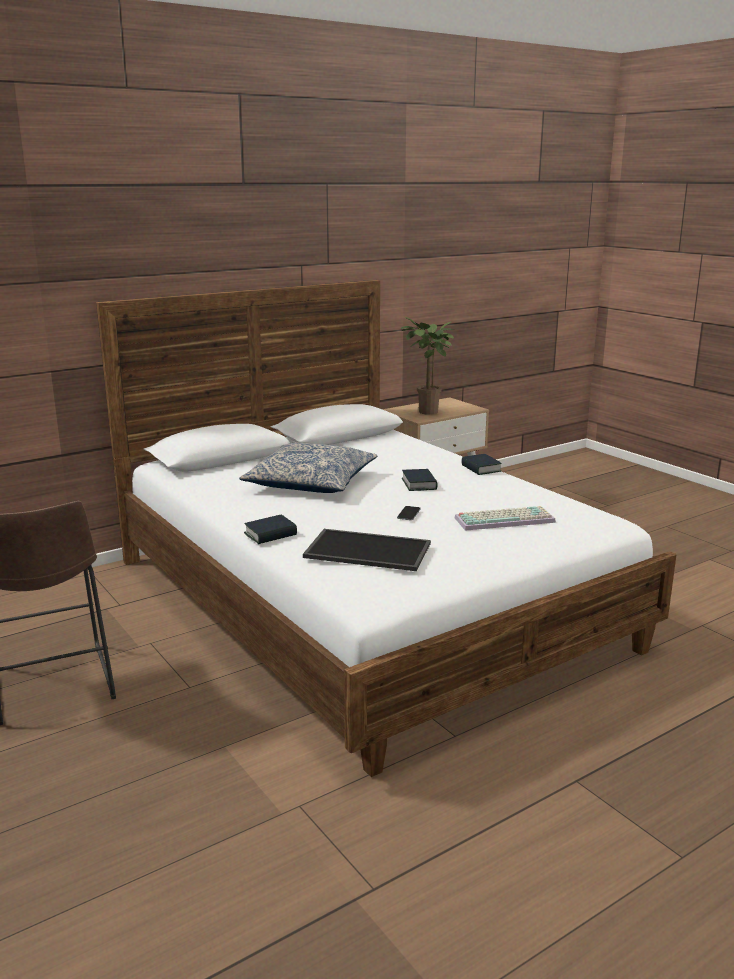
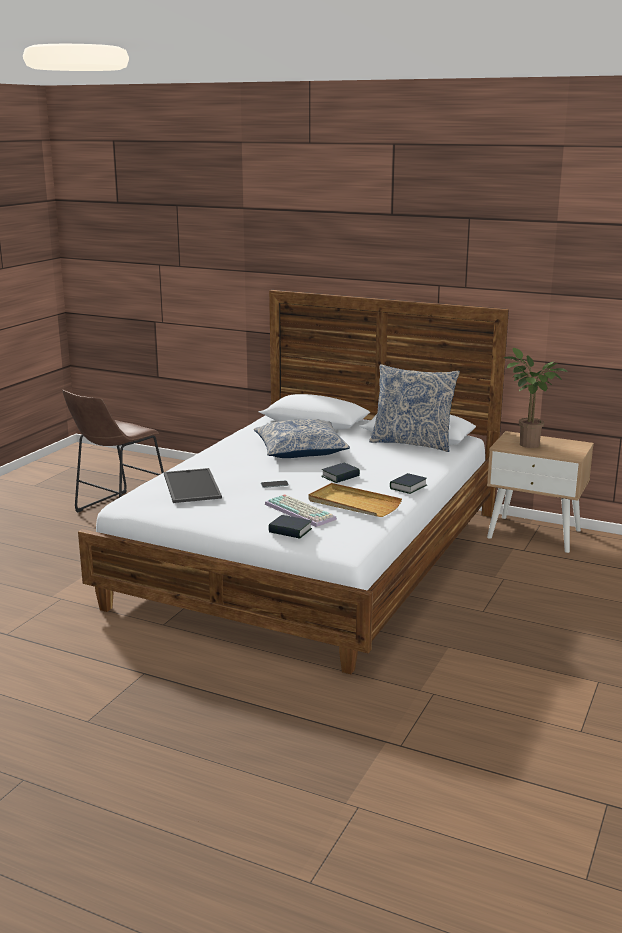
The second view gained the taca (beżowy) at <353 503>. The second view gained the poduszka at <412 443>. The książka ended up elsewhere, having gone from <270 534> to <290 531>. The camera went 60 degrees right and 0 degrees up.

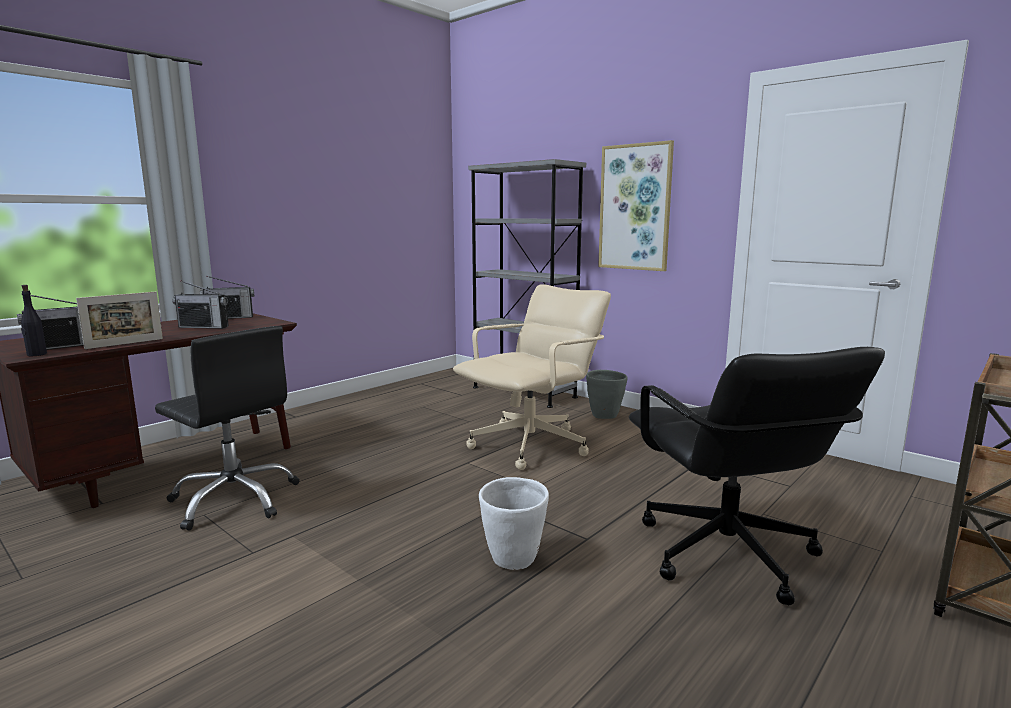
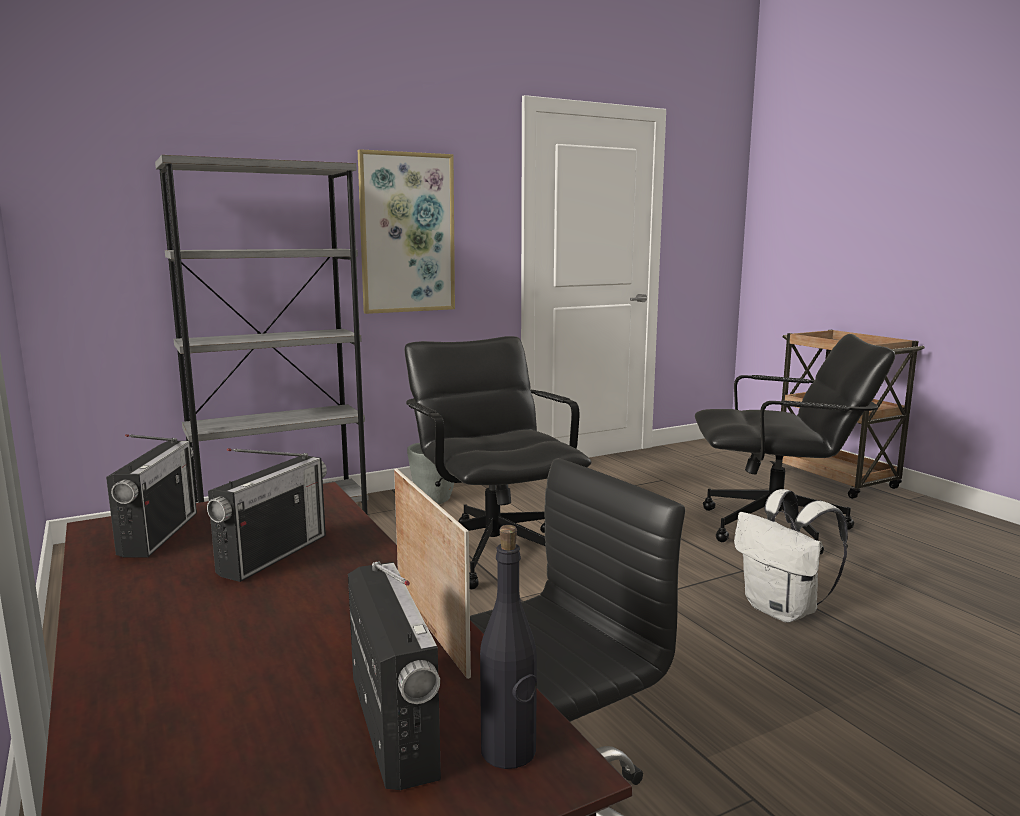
Where the donica (biały) stood at <513 560>, the plecak (biały) came to stand at <783 611>. What was the krzesło biurowe (beżowy) at <531 445> turned into the krzesło biurowe (czarny) at <493 552>. The camera went 70 degrees left and 0 degrees up.

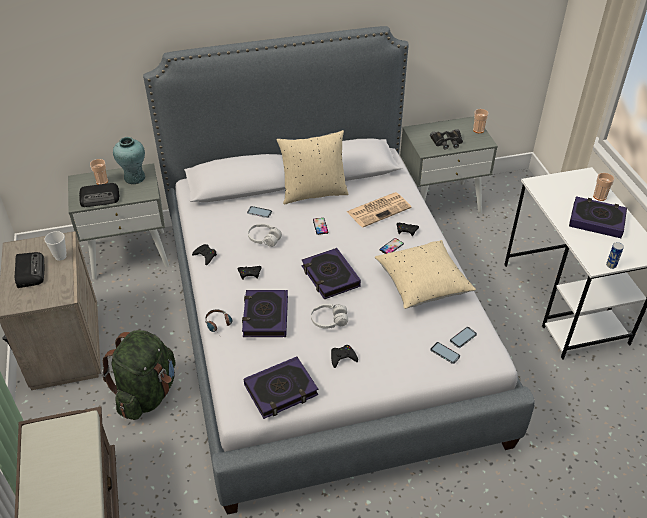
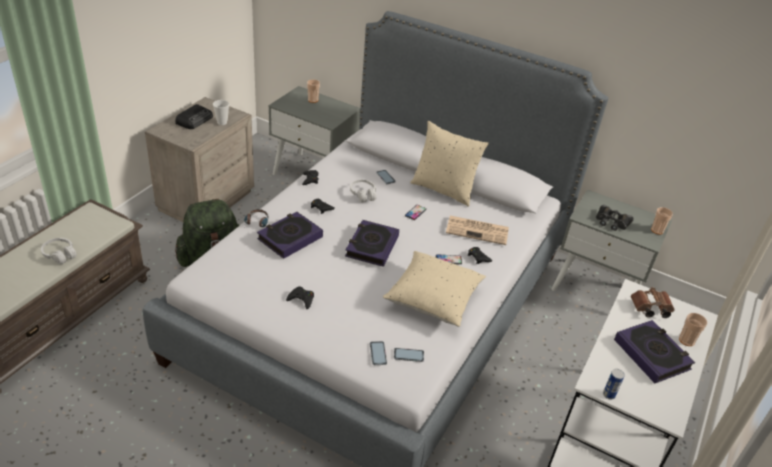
The second view lost the radio at <100 198>. The second view lost the wazon (turkusowy) at <134 178>. The second view lost the książka at <281 391>. The second view gained the lornetka (brązowy) at <649 309>. The słuchawki (biały) ended up elsewhere, having gone from <329 320> to <60 255>. The camera went 40 degrees right and 5 degrees down.

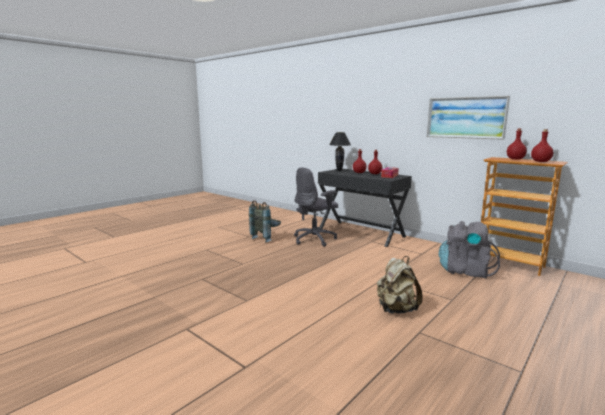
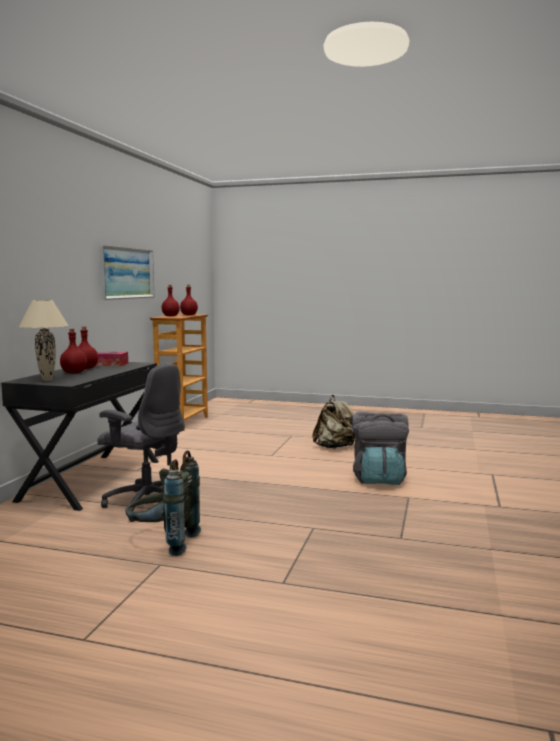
The plecak (szary) ended up elsewhere, having gone from <465 271> to <378 479>. What was the lampa stołowa (czarny) at <339 170> turned into the lampa stołowa (beżowy) at <47 380>. The camera went 115 degrees left and 5 degrees down.

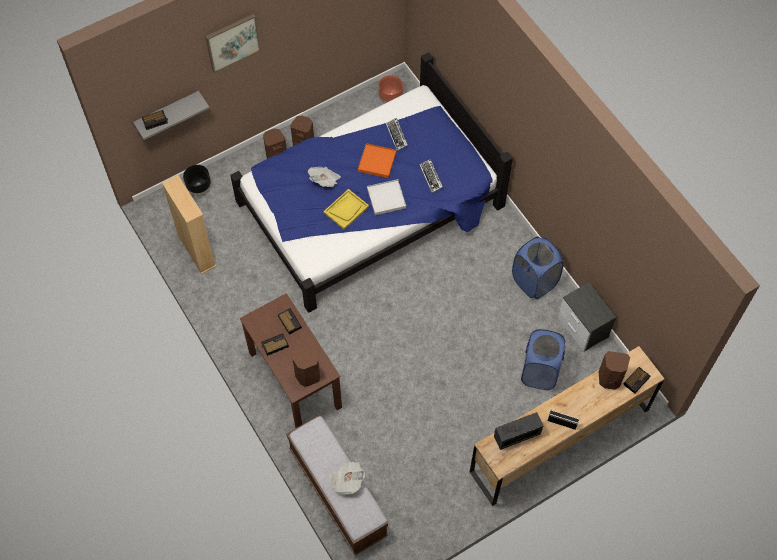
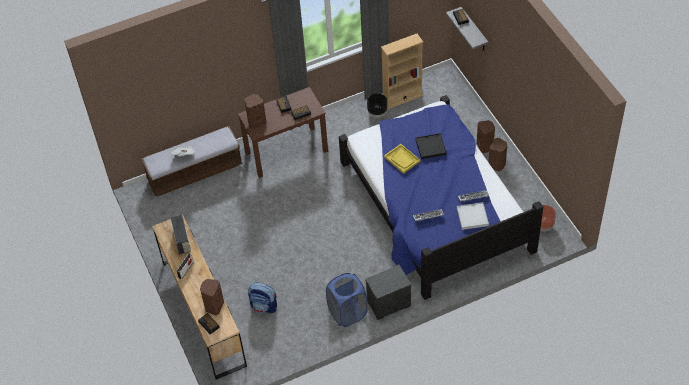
The second view lost the obraz at <232 42>. The second view lost the taca (pomarańczowy) at <377 161>. The donica (czarny) ended up elsewhere, having gone from <199 189> to <377 114>. The taca (biały) ended up elsewhere, having gone from <386 198> to <472 217>. The szafka nocna ended up elsewhere, having gone from <583 328> to <388 303>. Where the gazeta stood at <325 181>, the taca (czarny) came to stand at <431 147>. Where the kosz na pranie (niebieski) stood at <539 372>, the plecak came to stand at <264 306>. The camera went 100 degrees right and 10 degrees down.

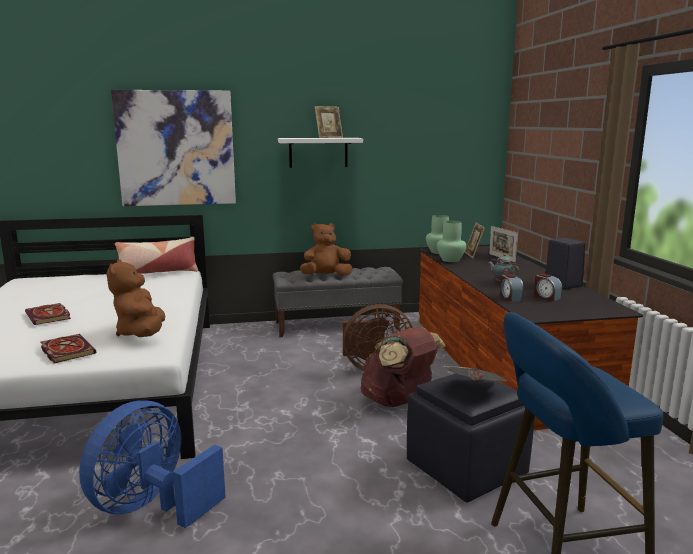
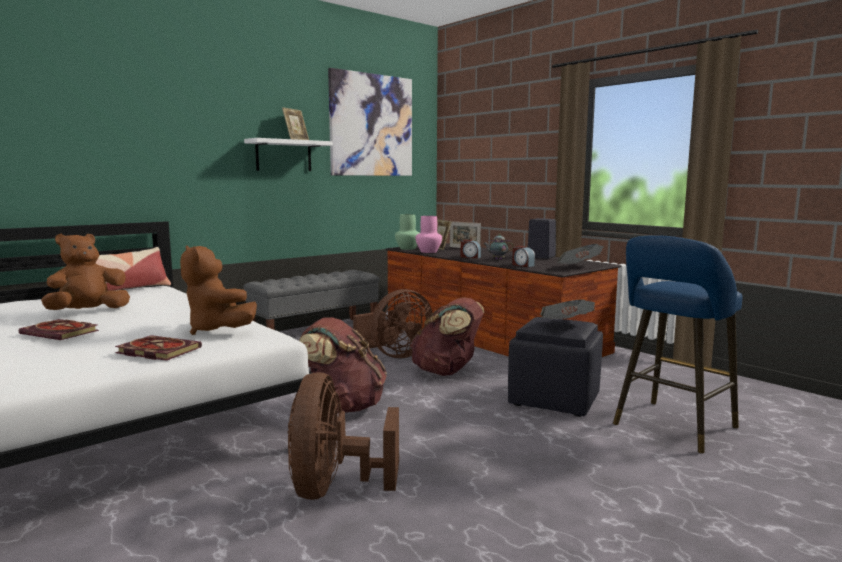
The second view gained the plecak (brązowy) at <343 407>. The second view gained the gazeta at <579 267>. The obraz ended up elsewhere, having gone from <176 148> to <371 125>. The pluszak (brązowy) ended up elsewhere, having gone from <326 276> to <88 311>. The budzik ended up elsewhere, having gone from <546 297> to <470 257>. What was the wentylator (niebieski) at <152 506> turned into the wentylator (brązowy) at <334 488>. What was the wazon (zielony) at <450 260> turned into the wazon (różowy) at <428 252>. The camera went 30 degrees left and 5 degrees down.

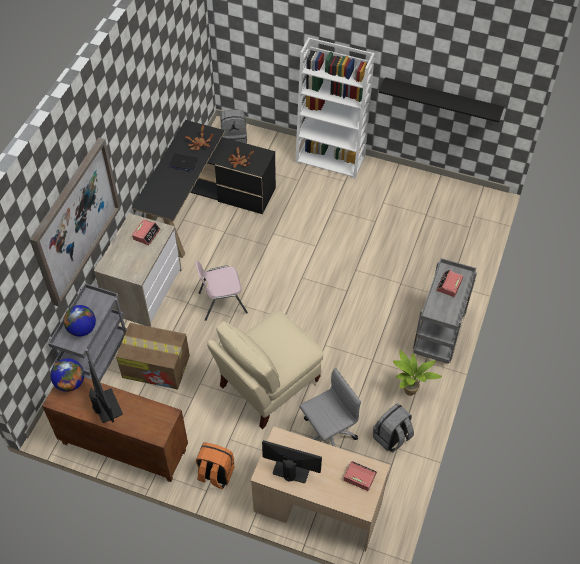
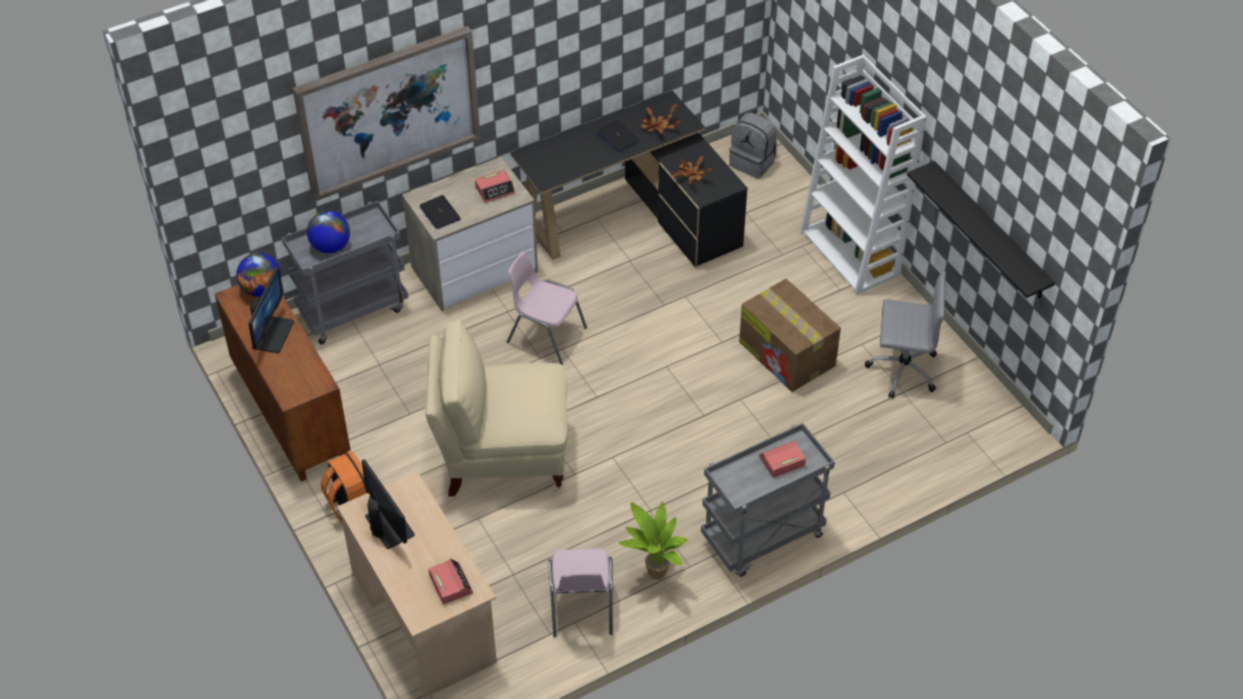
The second view gained the laptop at <440 213>. The karton ended up elsewhere, having gone from <157 366> to <788 354>. The krzesło biurowe (szary) ended up elsewhere, having gone from <327 436> to <901 369>. Where the plecak (szary) stood at <392 437>, the krzesło (różowy) came to stand at <581 607>. The camera went 40 degrees right and 5 degrees down.

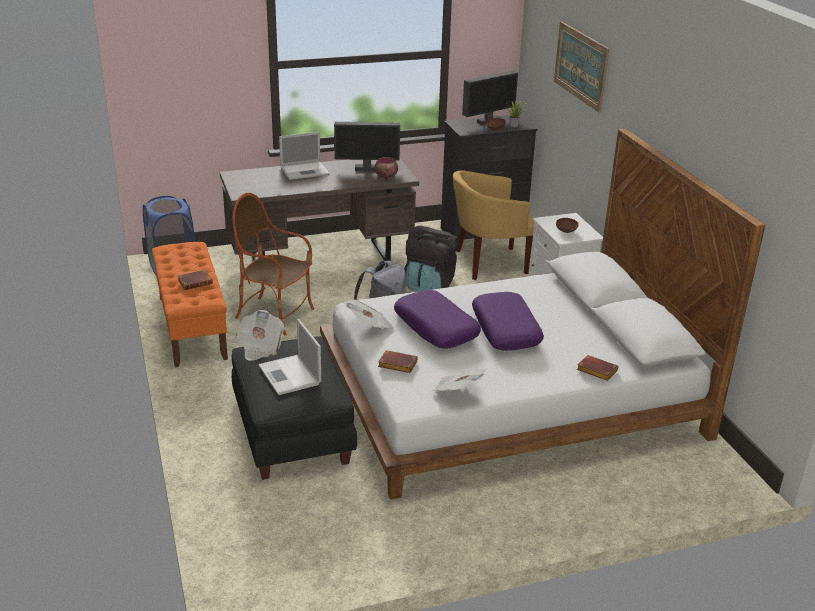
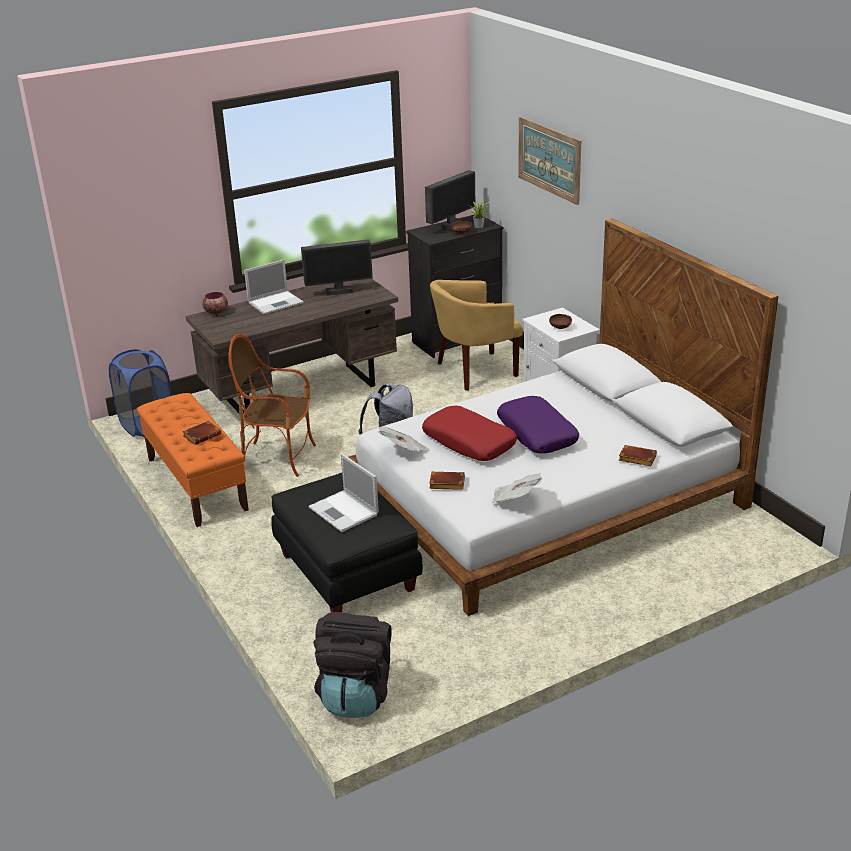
The second view lost the gazeta at <260 347>. The miska ended up elsewhere, having gone from <386 177> to <216 312>. The plecak (czarny) ended up elsewhere, having gone from <429 285> to <356 694>. What was the poduszka (fioletowy) at <436 328> turned into the poduszka (czerwony) at <469 442>. The camera went 10 degrees left and 0 degrees up.

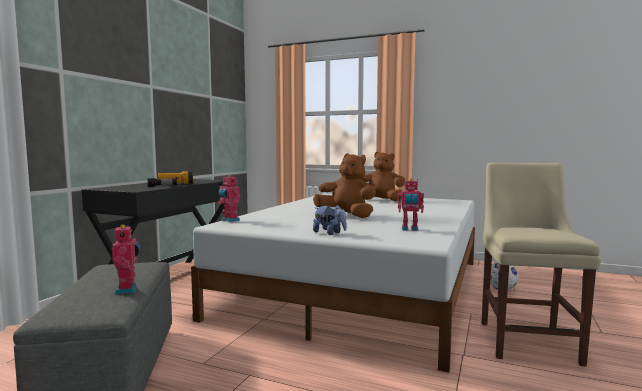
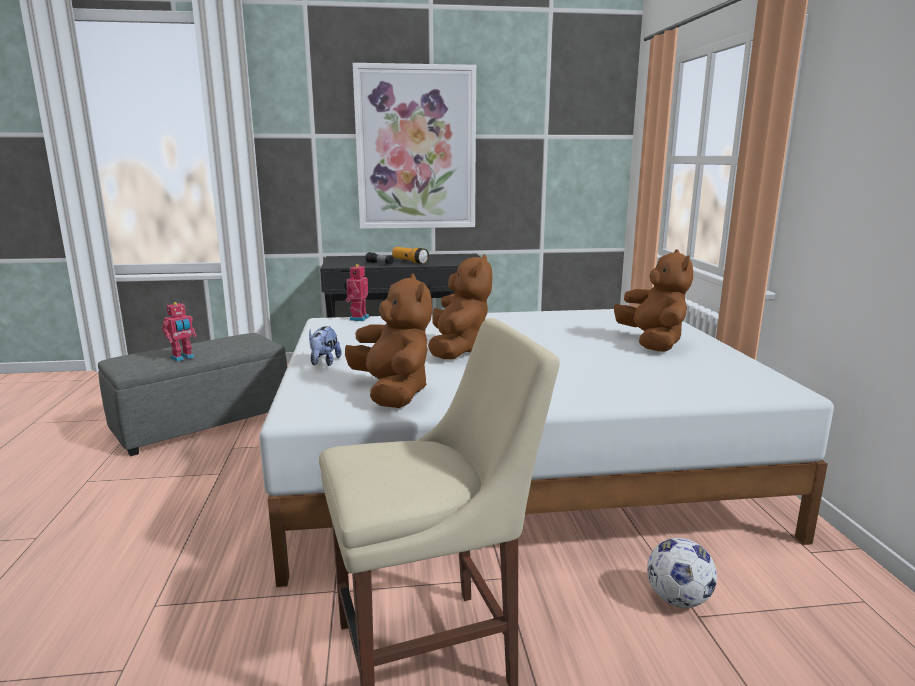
The second view gained the obraz at <416 148>. Where the robot zabawkowy stood at <410 229>, the pluszak (brązowy) came to stand at <393 393>. The camera went 60 degrees right and 10 degrees up.

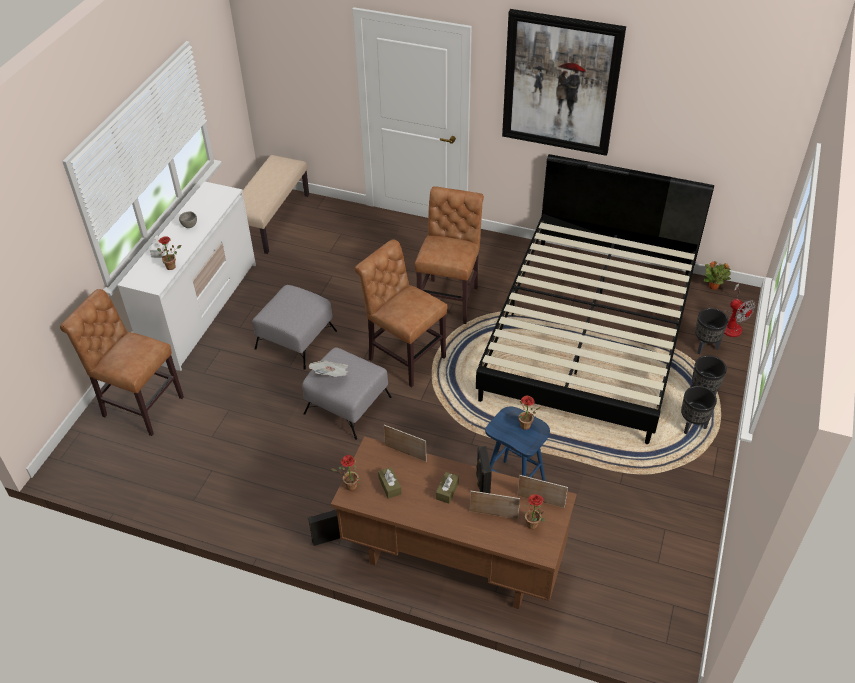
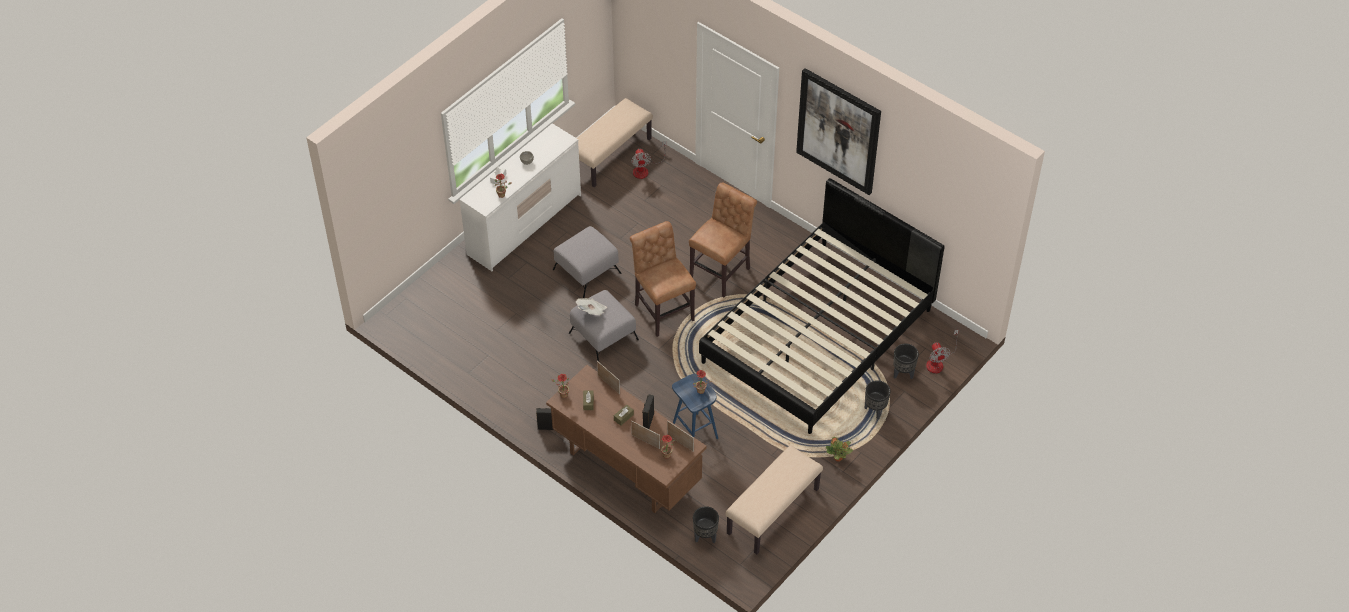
The second view lost the krzesło (brązowy) at <139 405>. The second view gained the wentylator at <644 169>. The second view gained the ławka (beżowy) at <773 512>. The donica (czarny) ended up elsewhere, having gone from <692 426> to <705 537>. The roślina doniczkowa ended up elsewhere, having gone from <714 287> to <838 458>. The camera went 20 degrees right and 5 degrees up.

